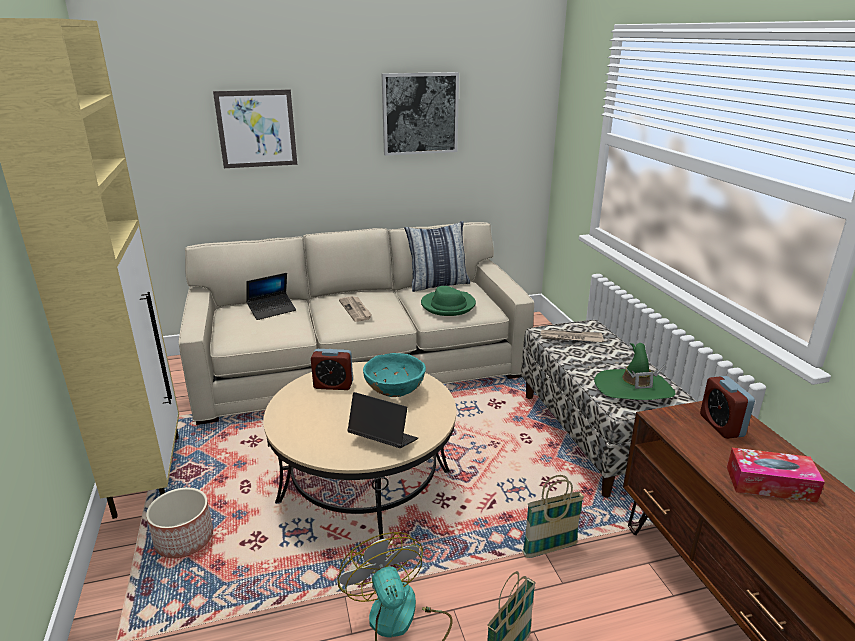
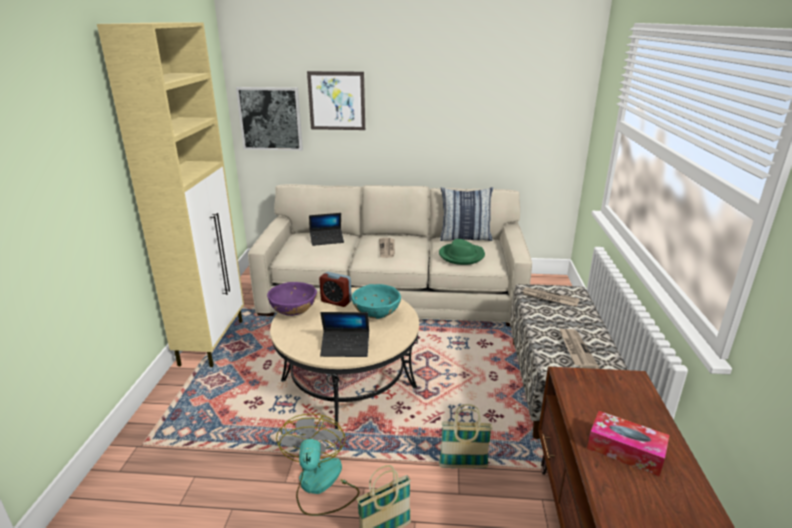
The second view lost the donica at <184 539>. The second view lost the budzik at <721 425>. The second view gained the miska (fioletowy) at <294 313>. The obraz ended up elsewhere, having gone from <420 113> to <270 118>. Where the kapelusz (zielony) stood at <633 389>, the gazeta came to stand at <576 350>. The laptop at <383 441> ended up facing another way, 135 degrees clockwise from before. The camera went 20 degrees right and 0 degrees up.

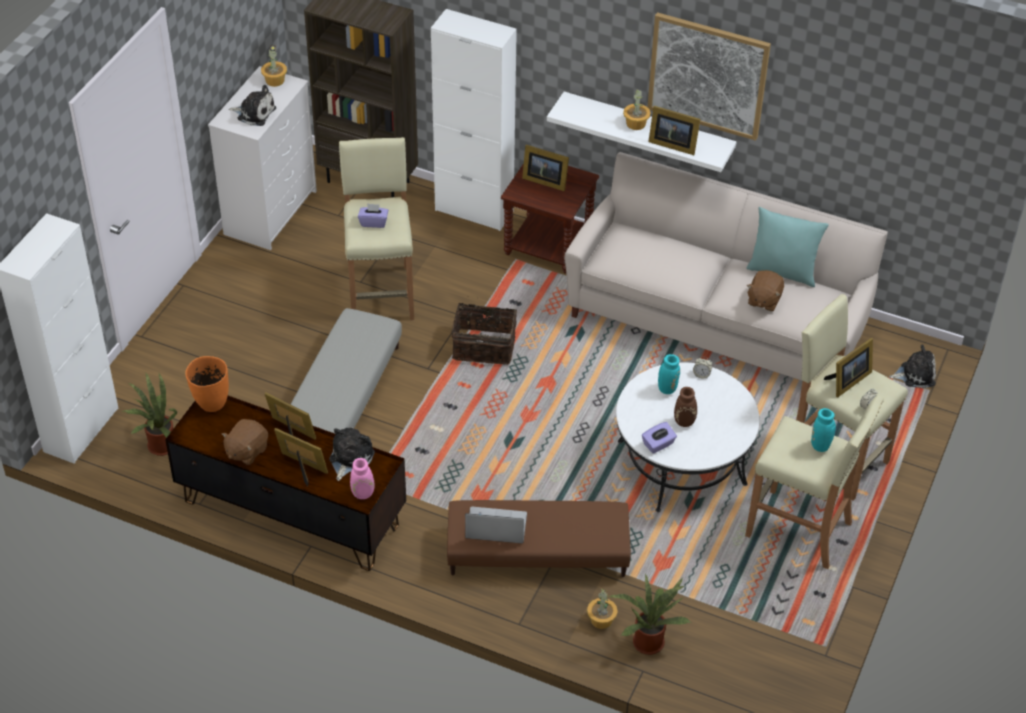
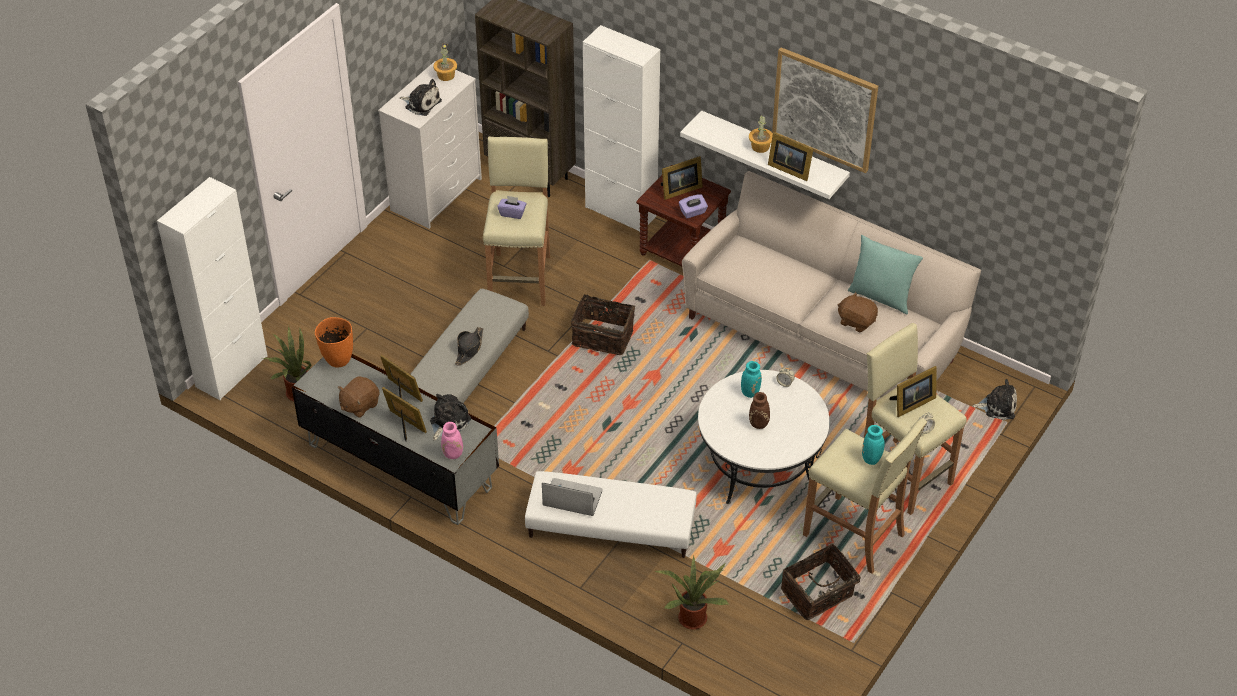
The second view lost the roślina doniczkowa at <601 620>. The second view gained the kapelusz (czarny) at <469 349>. The second view gained the koszyk at <818 594>. The pudełko chusteczek (fioletowy) ended up elsewhere, having gone from <658 444> to <693 212>. What was the szafka pod telewizor (brązowy) at <291 512> turned into the szafka pod telewizor (szary) at <400 465>. What was the pufa (brązowy) at <537 552> turned into the pufa (biały) at <611 526>. The ramka na zdjęcie at <544 180> ended up facing another way, 60 degrees counterclockwise from before. The pluszak (brązowy) at <763 300> ended up facing another way, 90 degrees clockwise from before. The camera went 10 degrees right and 0 degrees up.

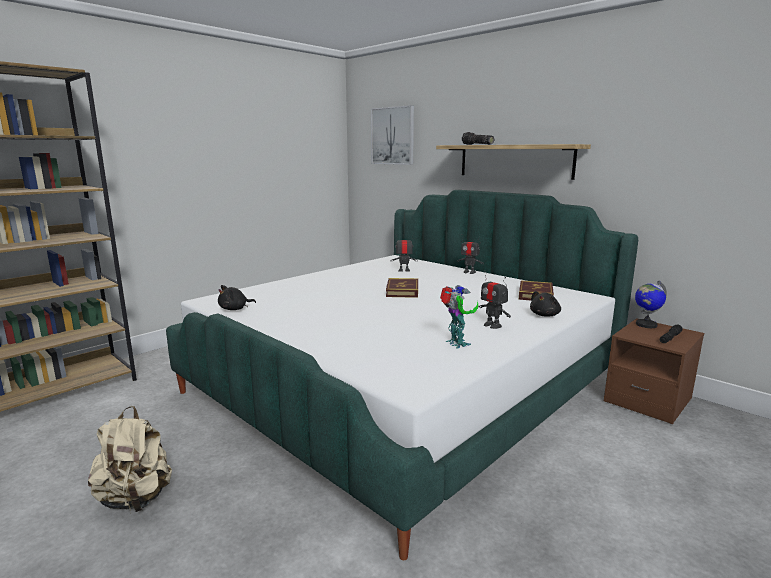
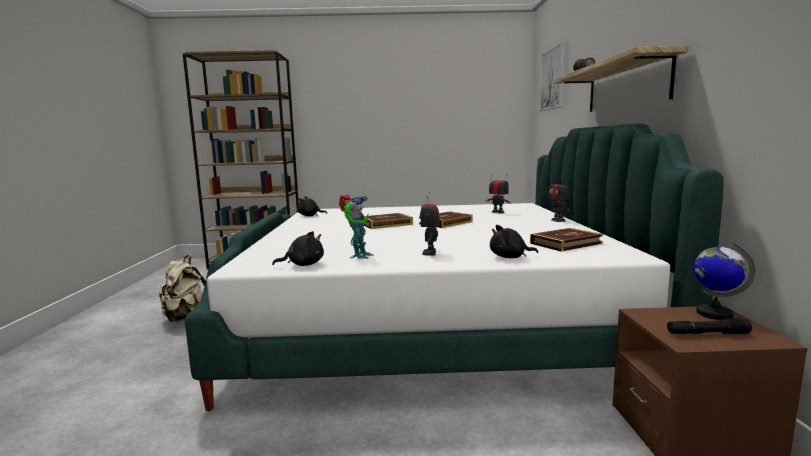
The second view gained the pluszak (czarny) at <303 265>. The second view gained the książka at <386 224>. The camera went 45 degrees right and 5 degrees down.

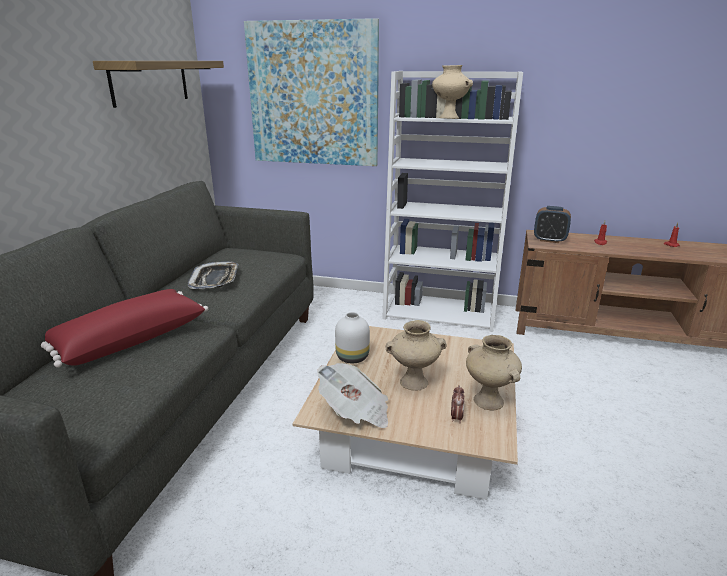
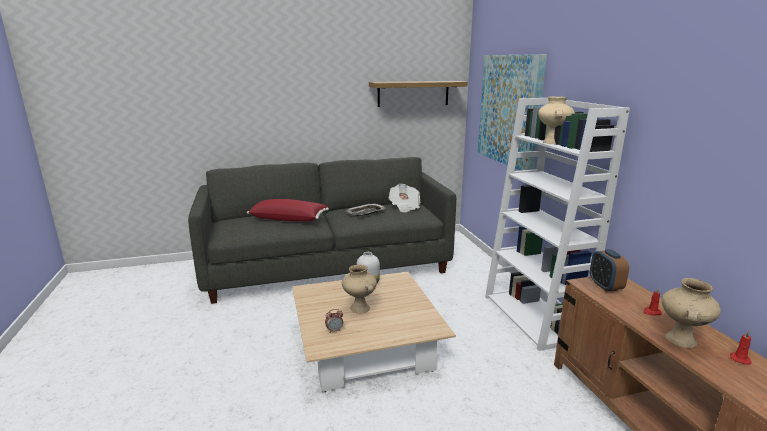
The gazeta ended up elsewhere, having gone from <355 411> to <404 207>. The wazon (beżowy) ended up elsewhere, having gone from <489 401> to <681 340>. The camera went 60 degrees right and 5 degrees down.

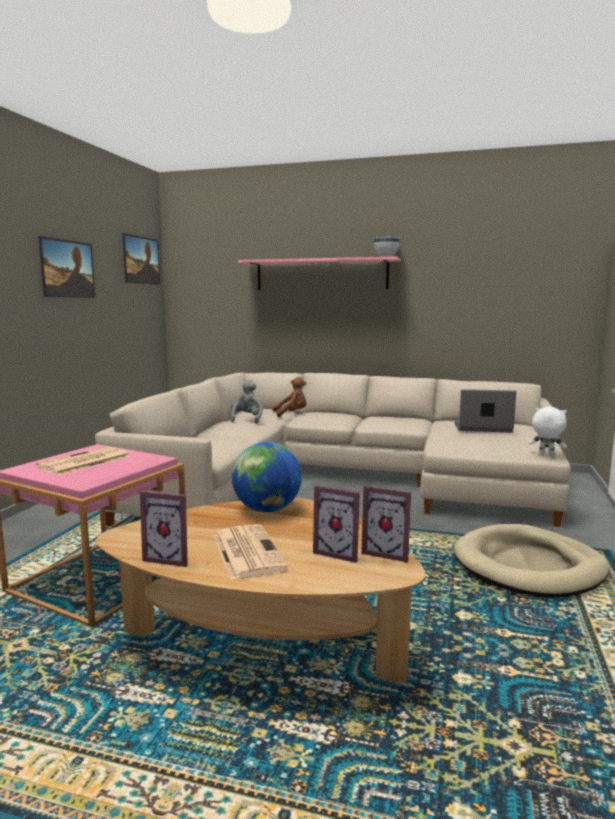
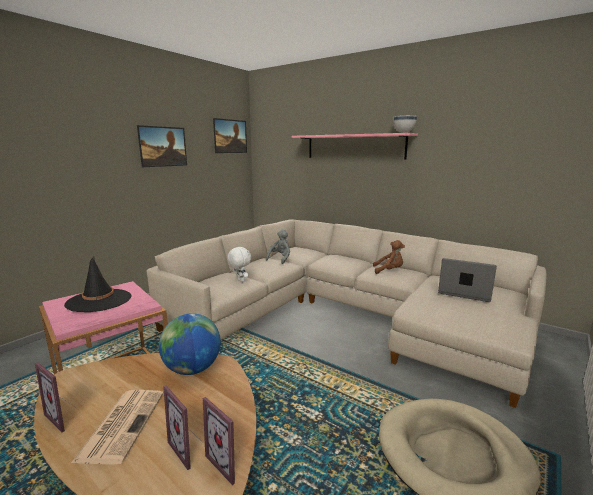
The pluszak (brązowy) ended up elsewhere, having gone from <292 414> to <389 271>. The pluszak (biały) ended up elsewhere, having gone from <546 456> to <240 280>. Where the gazeta stood at <84 462>, the kapelusz (czarny) came to stand at <99 300>. The camera went 20 degrees right and 5 degrees up.

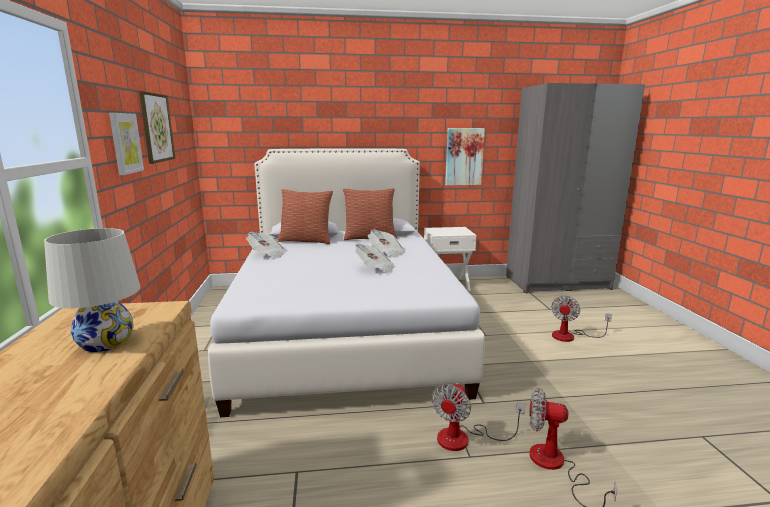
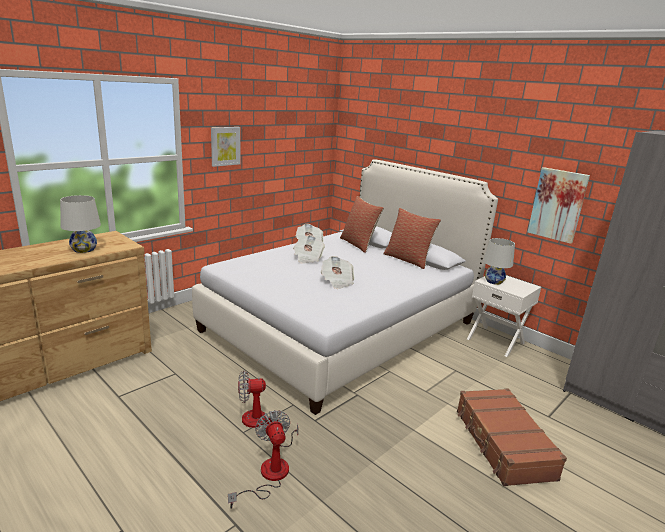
The second view lost the obraz at <156 128>. The second view gained the lampa stołowa (biały) at <494 281>. The gazeta ended up elsewhere, having gone from <386 253> to <308 258>. Where the wentylator stood at <570 336>, the walizka (brązowy) came to stand at <502 444>. The camera went 50 degrees right and 5 degrees up.

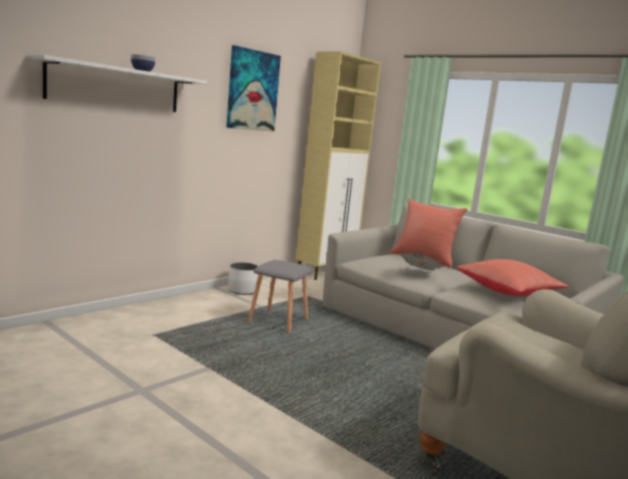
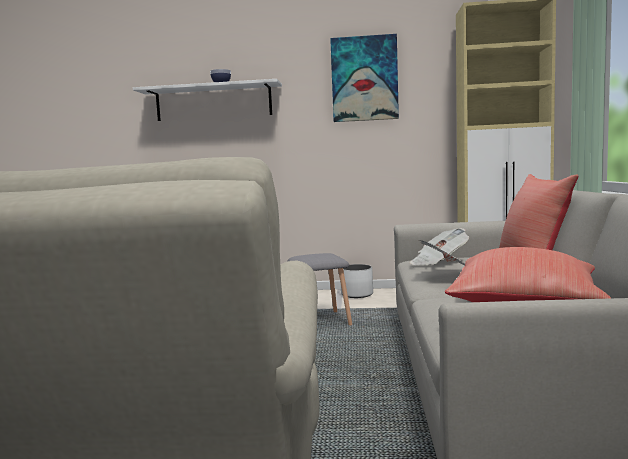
The second view gained the gazeta at <438 262>. The camera went 55 degrees right and 5 degrees down.

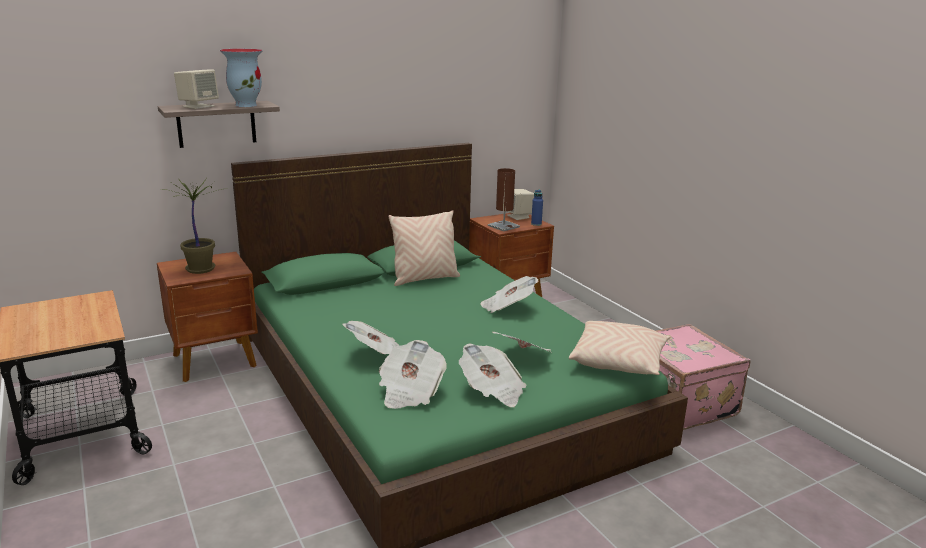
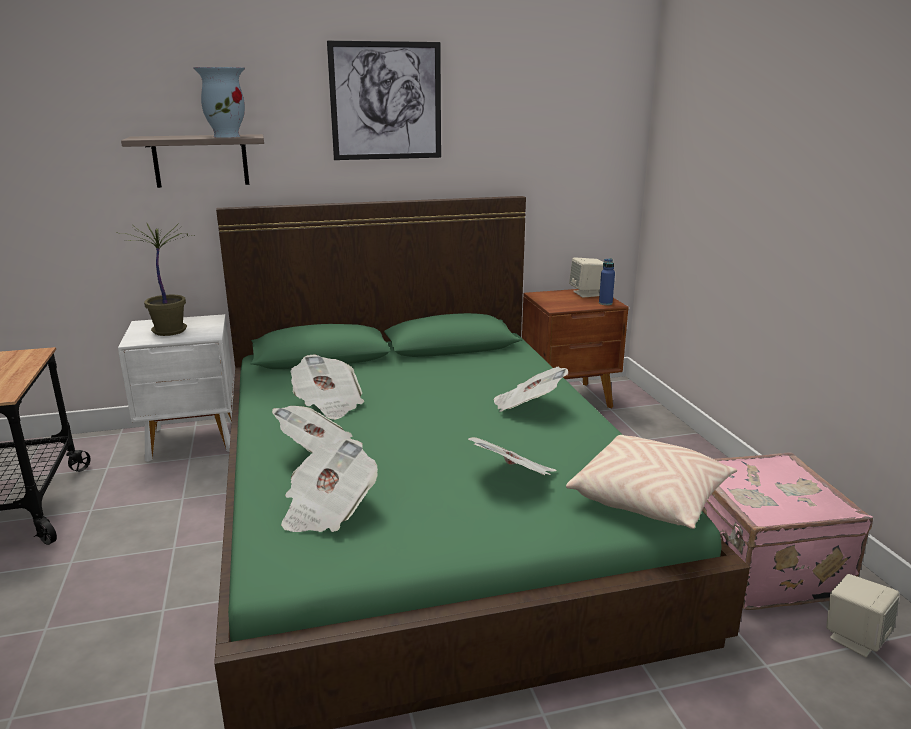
The second view lost the poduszka (beżowy) at <424 278>. The second view lost the lampa stołowa (brązowy) at <503 226>. The second view gained the obraz at <386 101>. The głośnik (beżowy) ended up elsewhere, having gone from <198 106> to <854 638>. The gazeta ended up elsewhere, having gone from <492 391> to <328 404>. What was the szafka nocna (brązowy) at <216 361> turned into the szafka nocna (biały) at <193 440>. The camera went 15 degrees right and 0 degrees up.

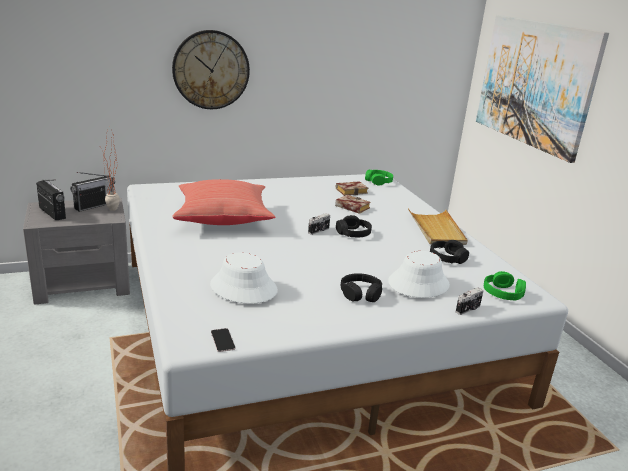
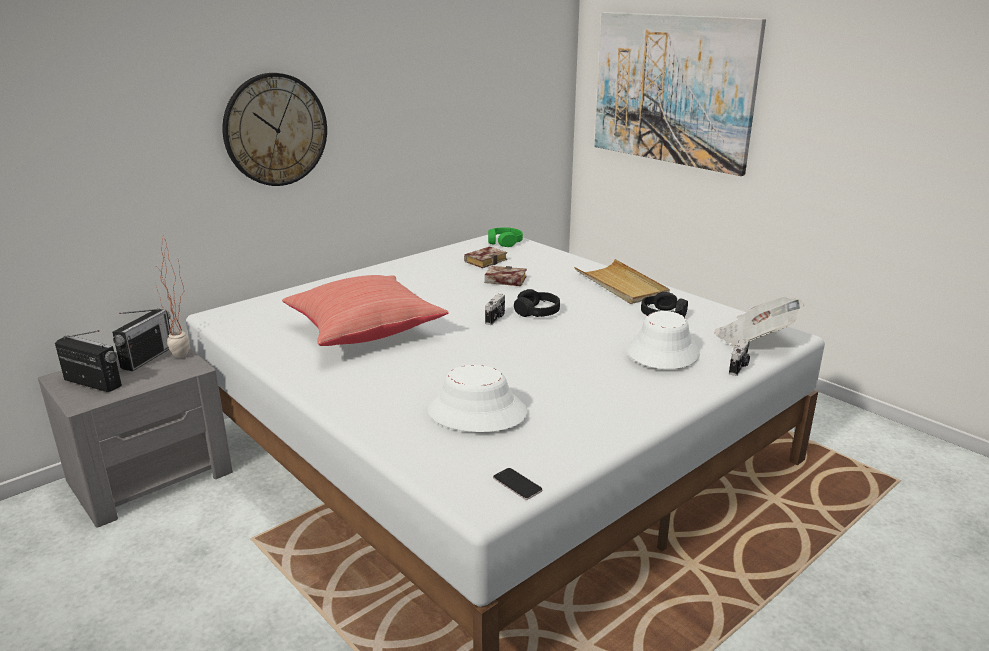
The second view lost the słuchawki (czarny) at <360 294>. Where the słuchawki (zielony) stood at <503 293>, the gazeta came to stand at <754 340>. The camera went 20 degrees left and 0 degrees up.

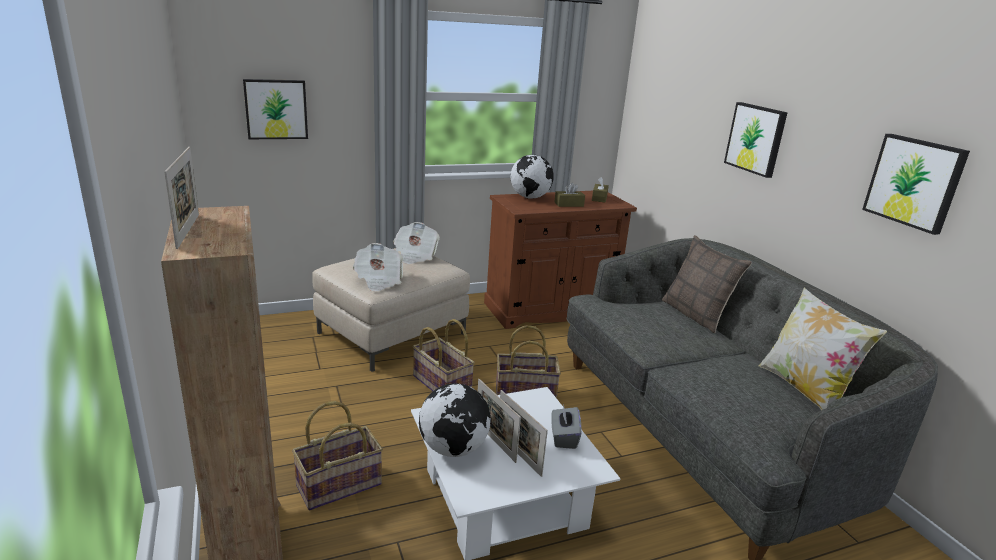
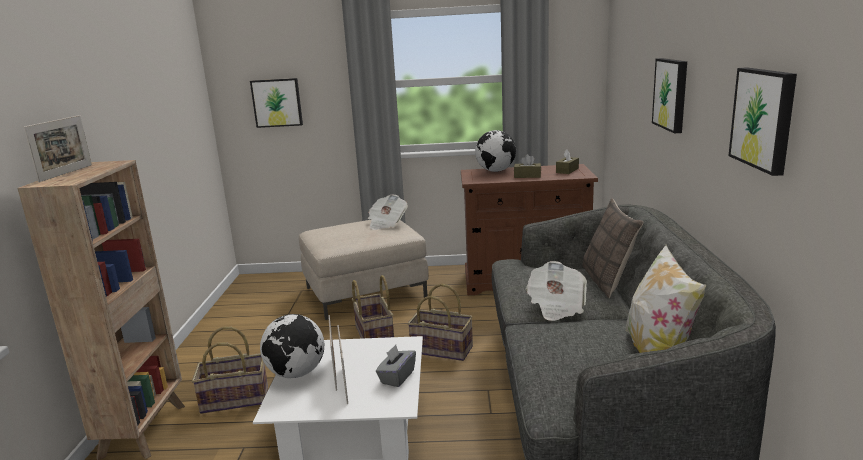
The gazeta ended up elsewhere, having gone from <378 280> to <556 306>. The camera went 25 degrees right and 5 degrees down.

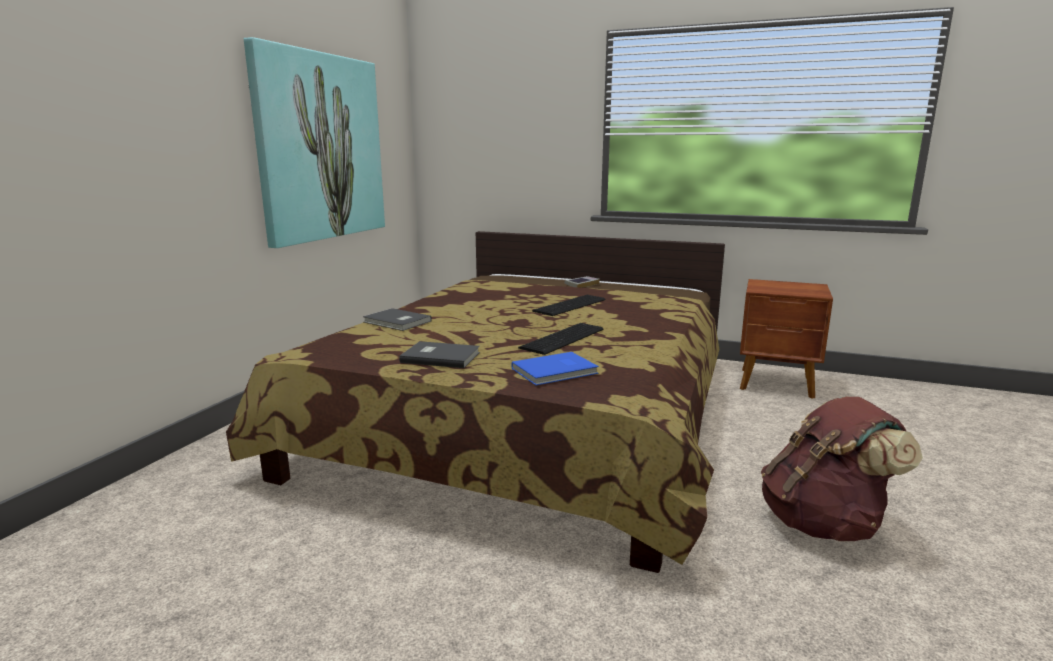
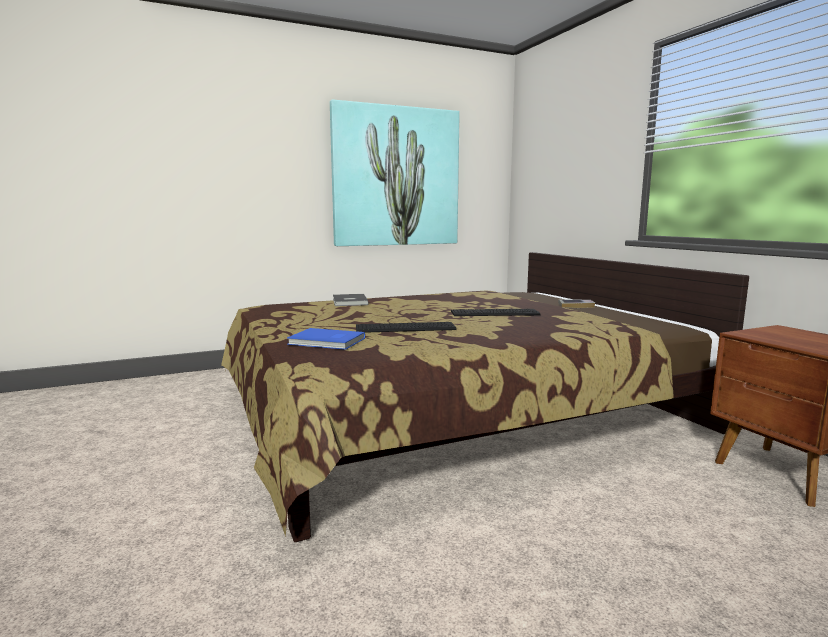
The second view lost the książka (szary) at <440 356>. The second view lost the plecak (brązowy) at <824 524>. The camera went 45 degrees right and 5 degrees down.

